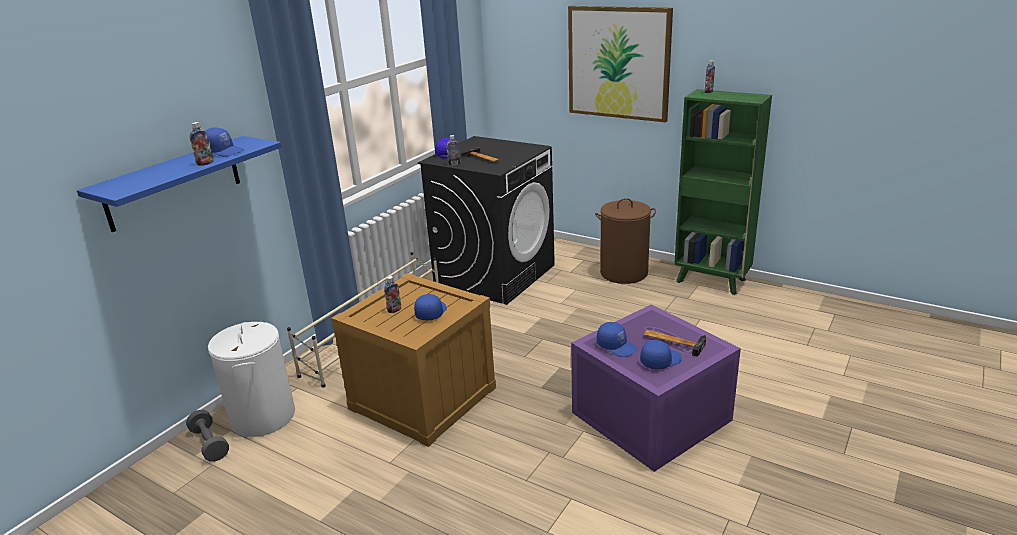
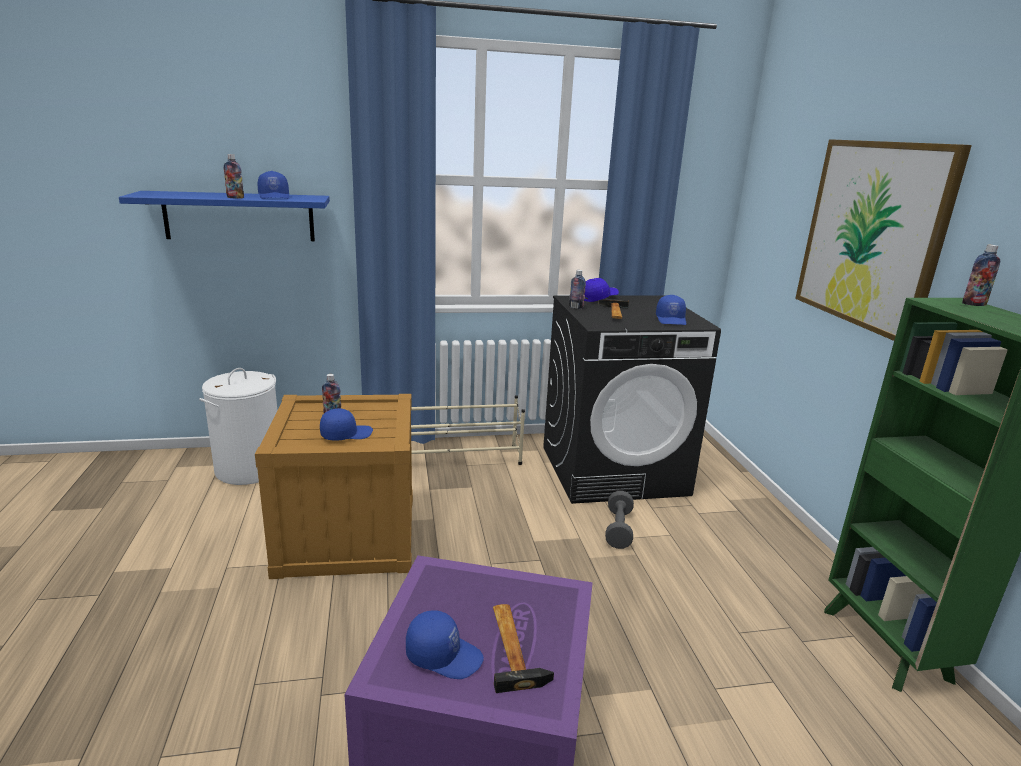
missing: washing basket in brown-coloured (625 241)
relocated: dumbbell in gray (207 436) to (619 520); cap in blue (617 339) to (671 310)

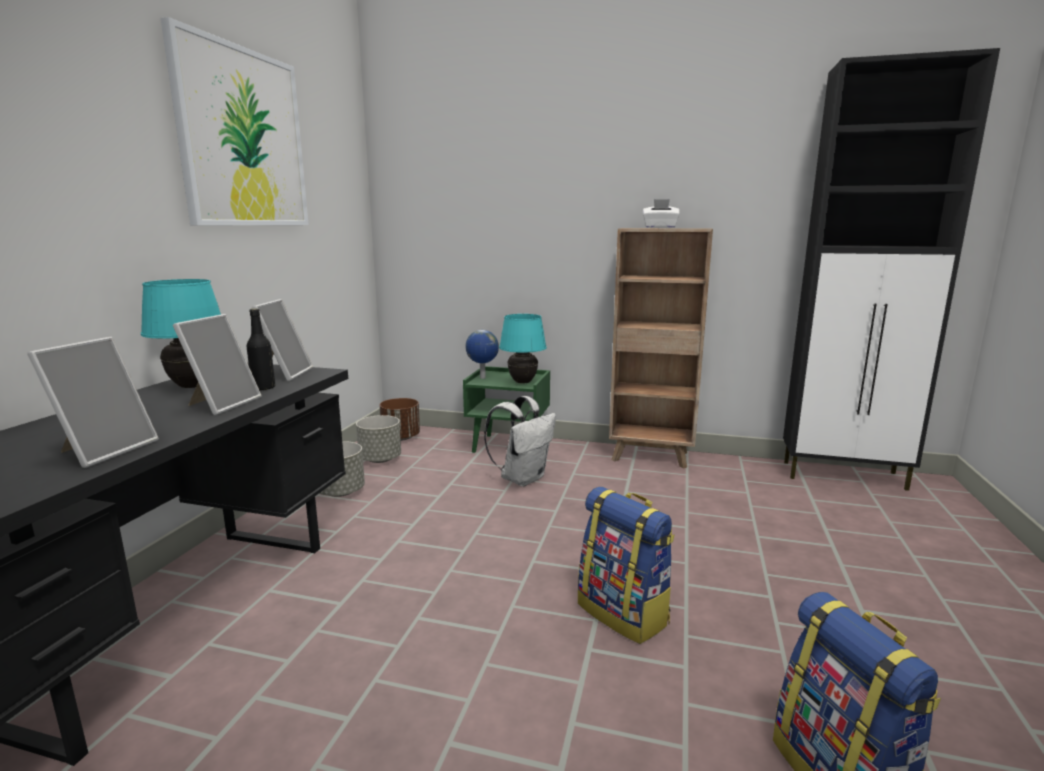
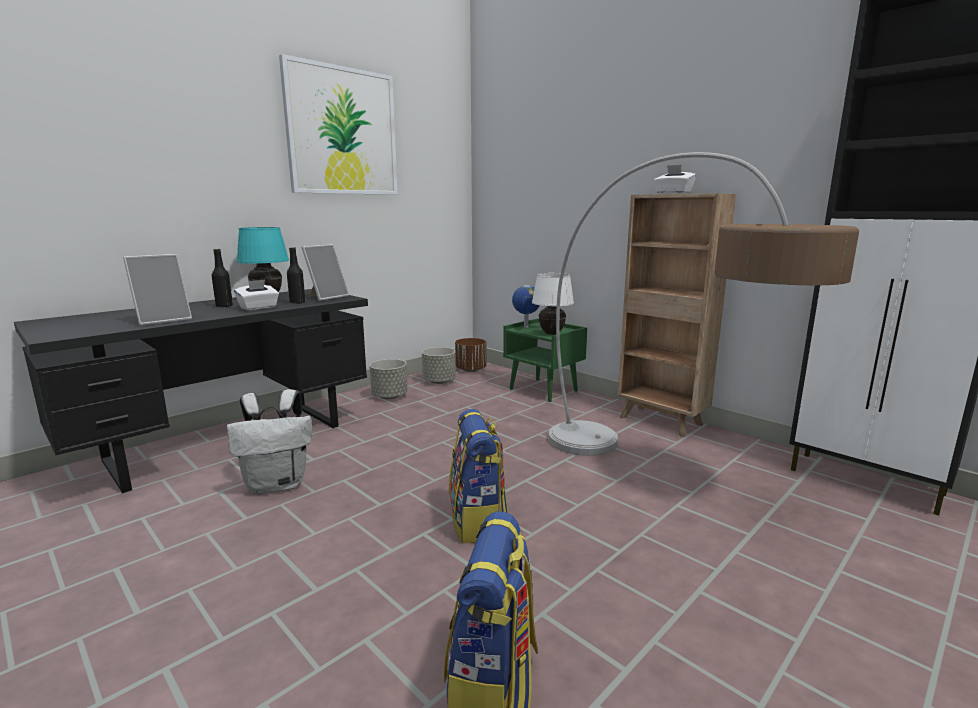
appeared: beverage bottle in black (222 278); standard lamp (703 304)
relocated: backpack in whitish (520 441) to (269 442)
exchanged: photo frame (217 364) to tissue box in whitish (256 294)
colour: lamp for a table in blue-green (523 349) to lamp for a table in whitish (553 304)

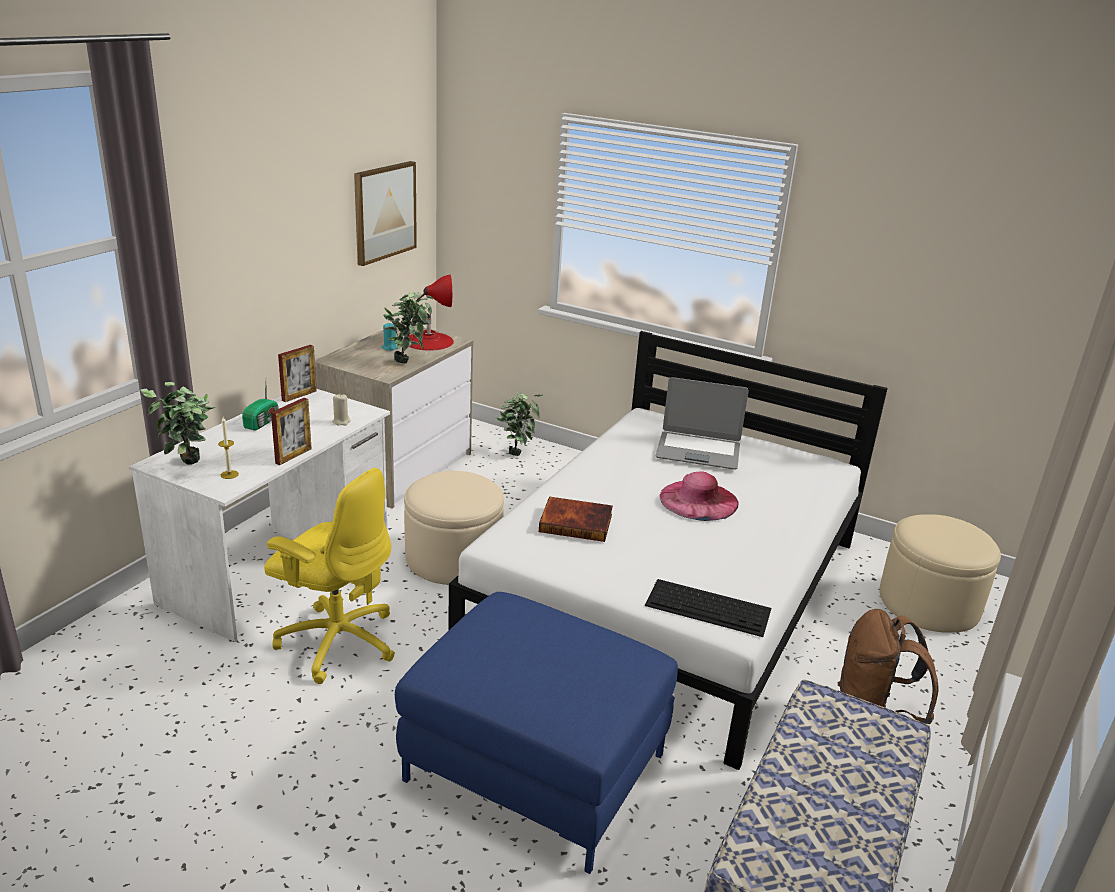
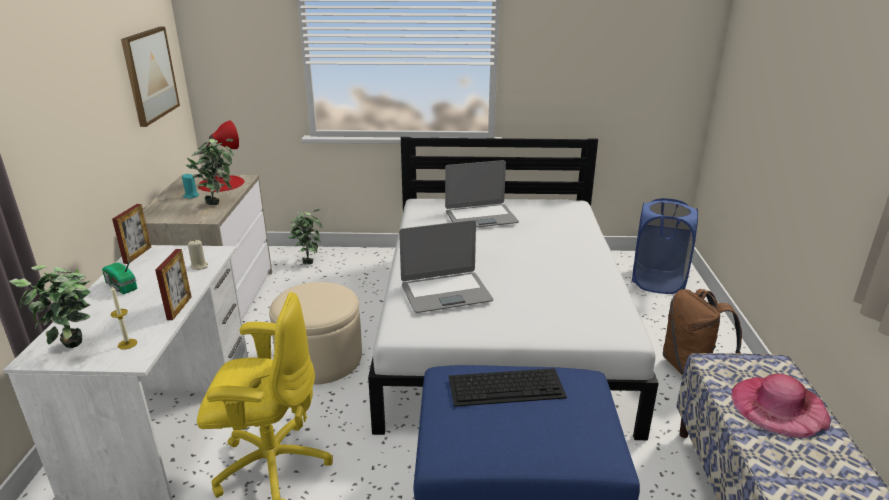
relocated: PC keyboard (708 608) to (507 387); clothing hat in pink-coloured (699 496) to (781 406)
exchanged: book (576 519) to notebook computer (446 266); pouffe in sand-coloured (940 573) to washing basket in blue (665 246)
spun: radio set (260 407) = (119 275) 135 degrees clockwise

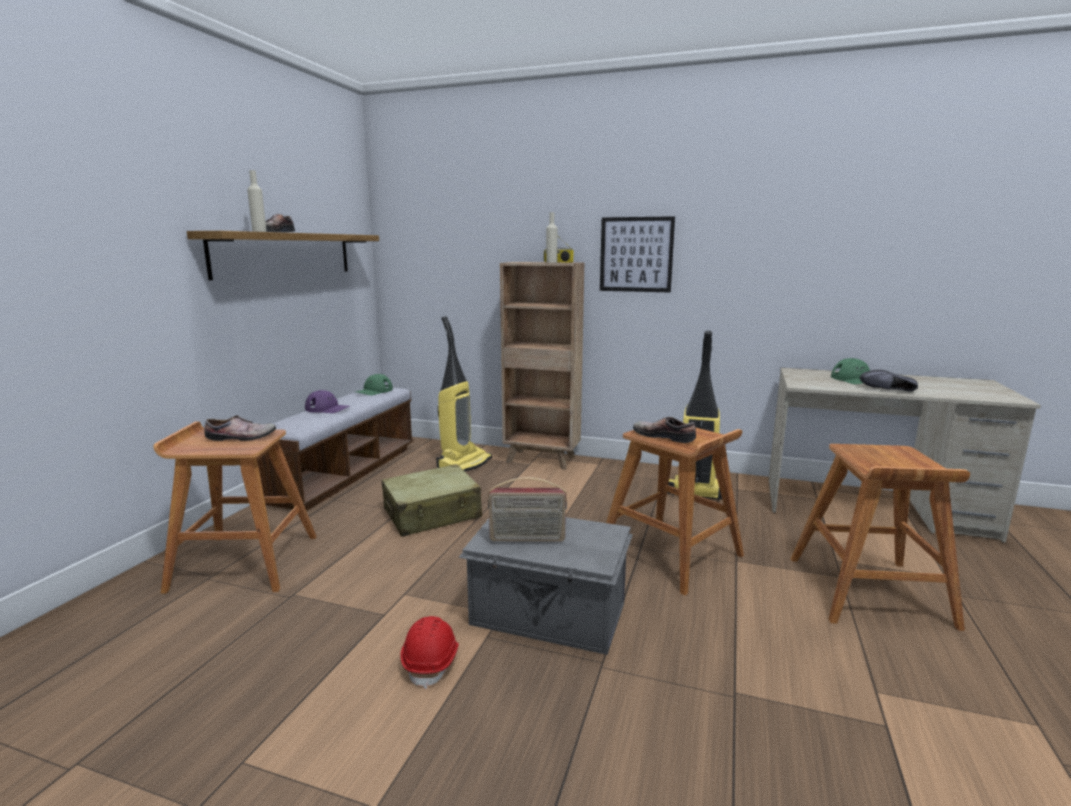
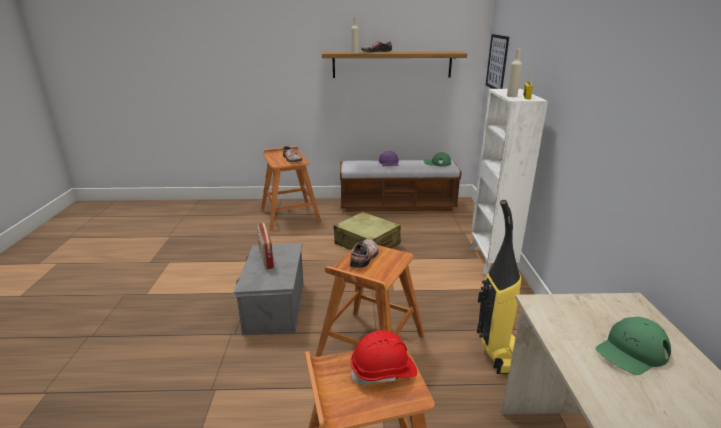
missing: hoover (464 394); shoe in black (889 380)
relocated: hard hat in red-coloured (429 652) to (384 357); wall picture (637 254) to (497 61)
colour: shelving unit in brown-coloured (542 366) to shelving unit in whitish (508 182)

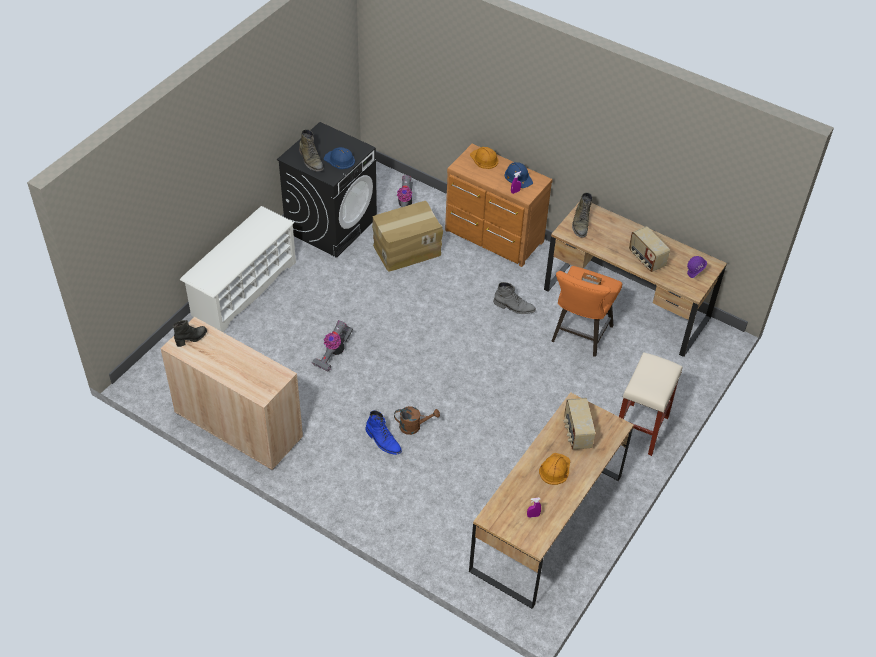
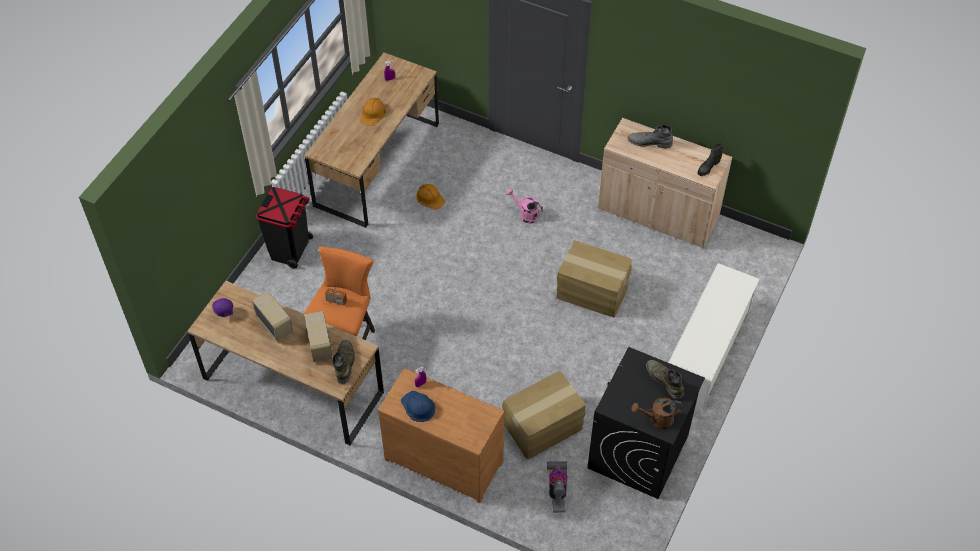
missing: hard hat in blue (339 158)
relocated: radio set (579 424) to (318 336); hard hat in orangey (484 158) to (430 197); boot in gray (514 298) to (650 136); sprinkling can in brown-coloured (417 420) to (656 413)
exchanged: sitting stool in sand-coloured (651 404) to trash can in black (284 228); boot in blue (383 432) to sprinkling can in pink-coloured (524 206); hoover (332 346) to cardboard box (594 278)

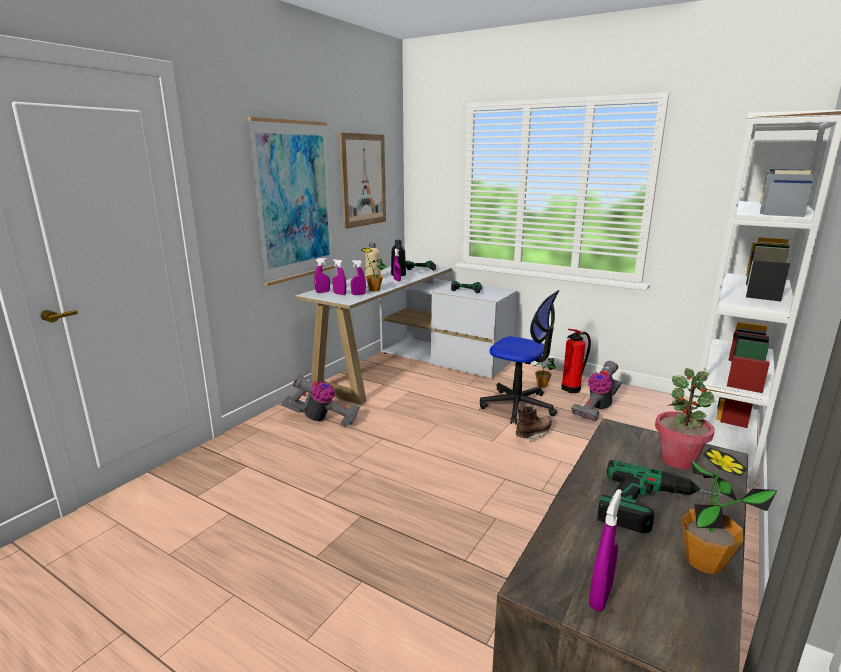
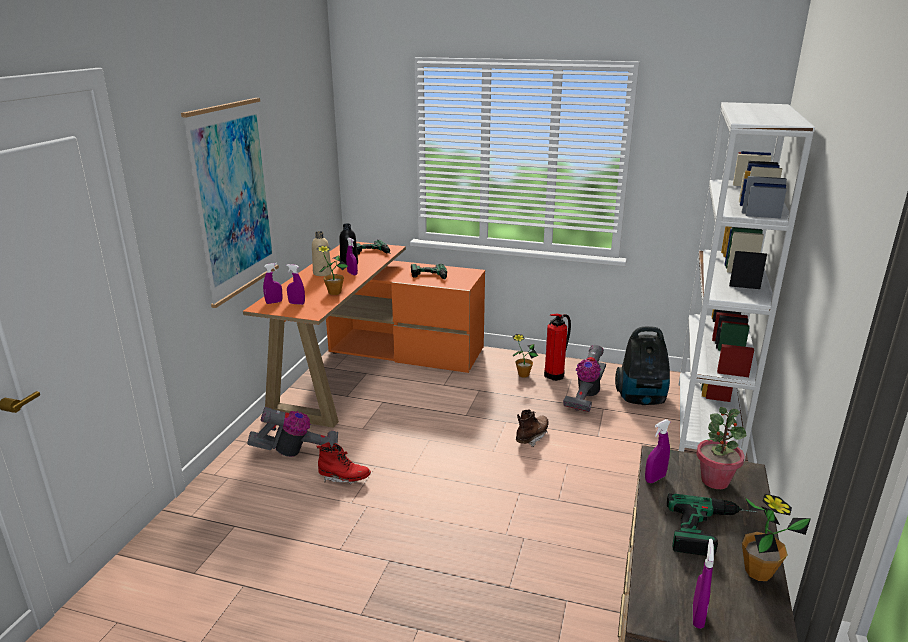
missing: wall picture (362 181); computer chair (520 357)
appeared: boot in red-coloured (343 463); hoover (642 365)
relocated: hand sprayer in purple (358 277) to (658 451)
colour: desk unit in whitish (406 335) to desk unit in orangey (364 335)

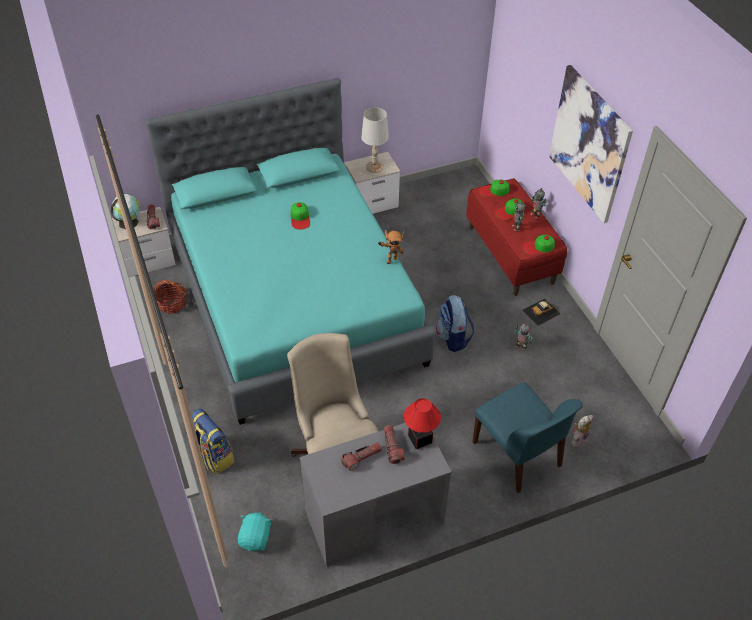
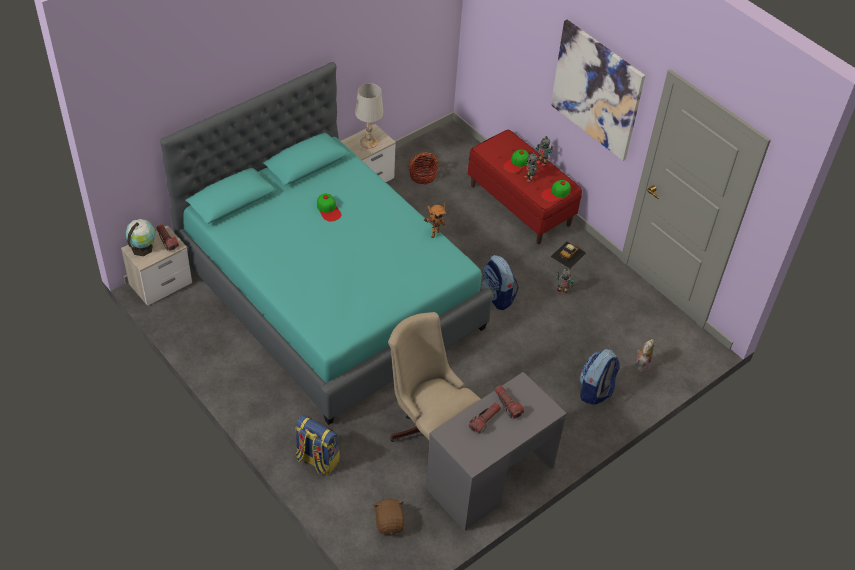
missing: lamp for a table (422 423); cap (494 188)
relocated: storage basket (169 297) to (423 168)
exchanged: upright chair in blue (528 437) to backpack (600 377)
colour: cuddly toy in blue-green (255 531) to cuddly toy in brown-coloured (389 516)

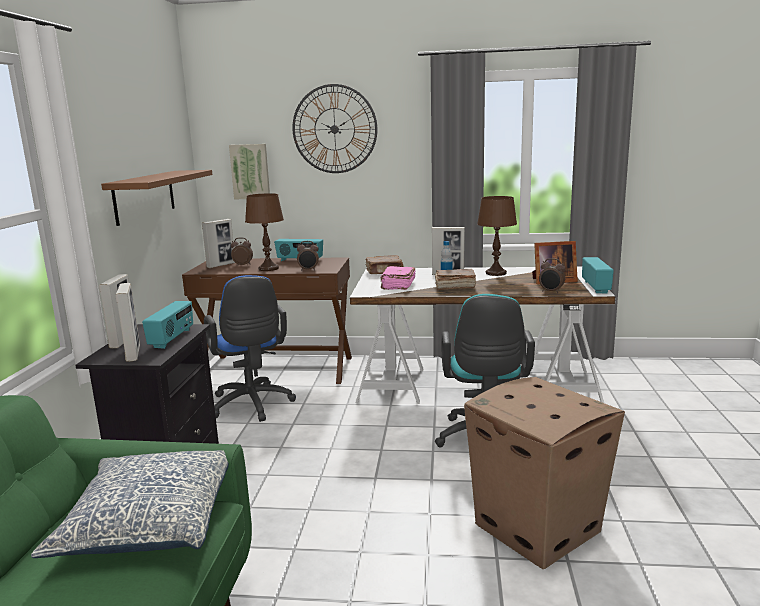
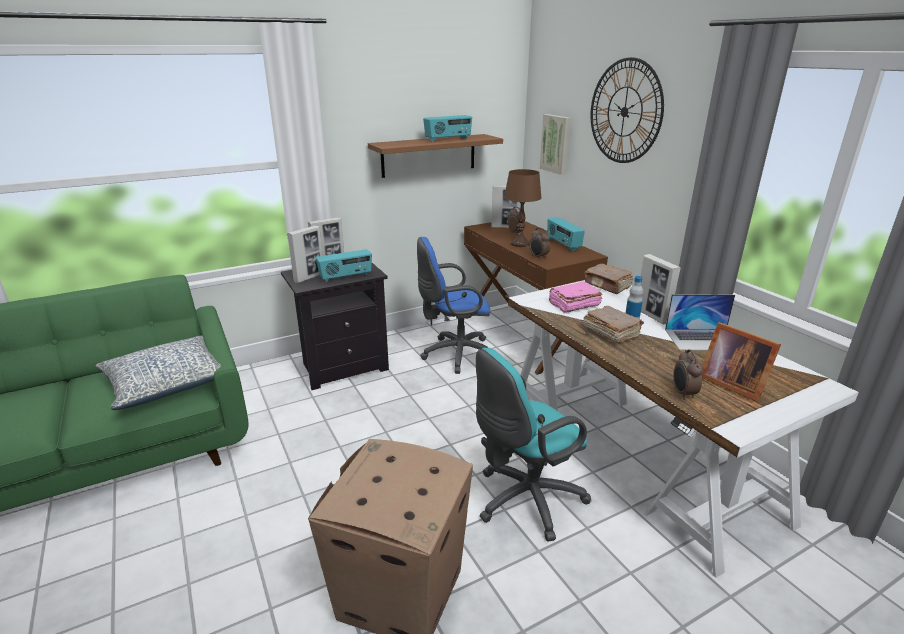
relocated: radio set (598 275) to (447 128)
exchanged: lamp for a table in brown-coloured (497 236) to notebook computer (700 322)
spun: computer chair in blue (250 348) = (453 305) 45 degrees clockwise

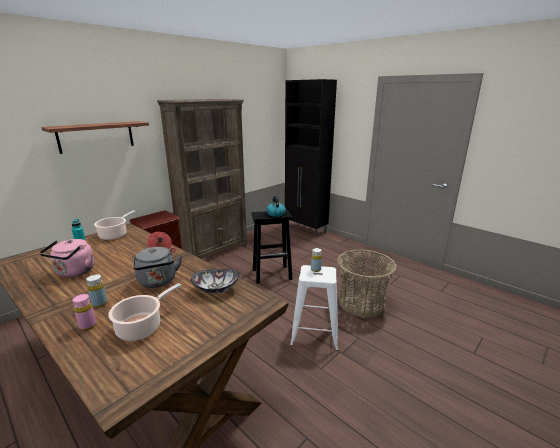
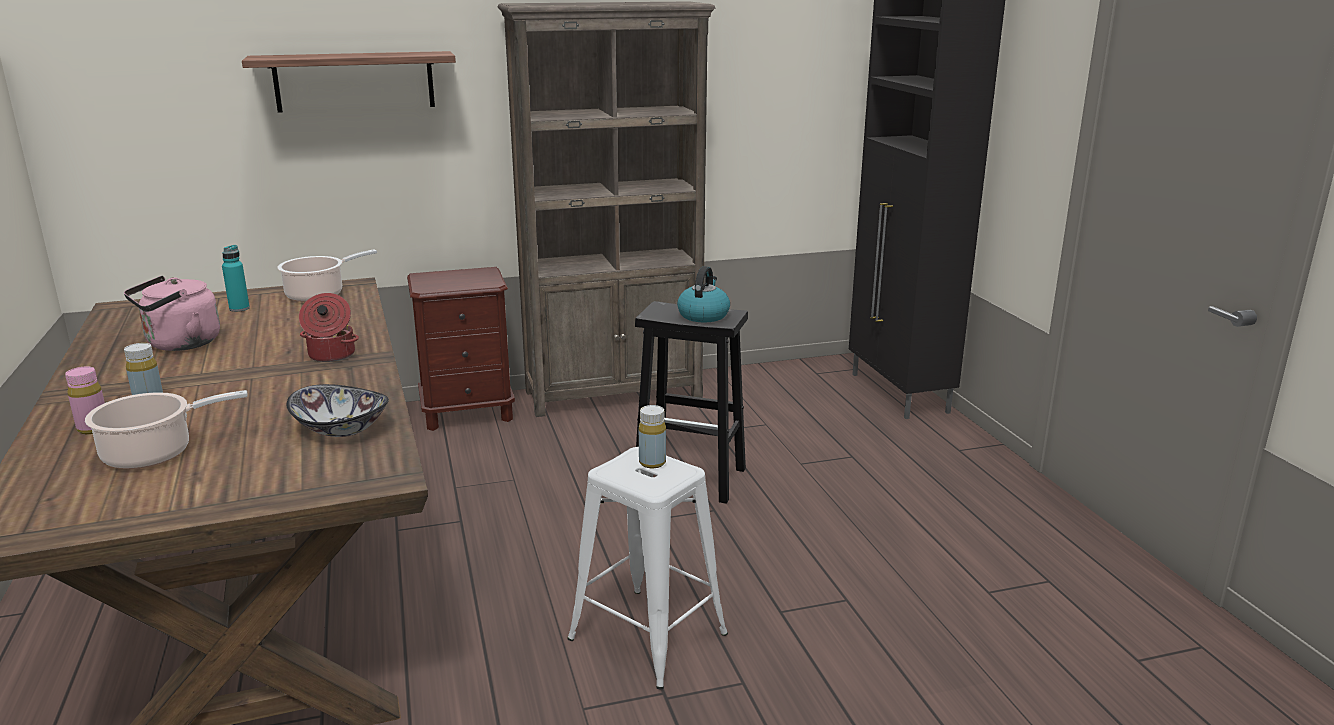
missing: water kettle in gray (157 267); storage basket (367 283)

